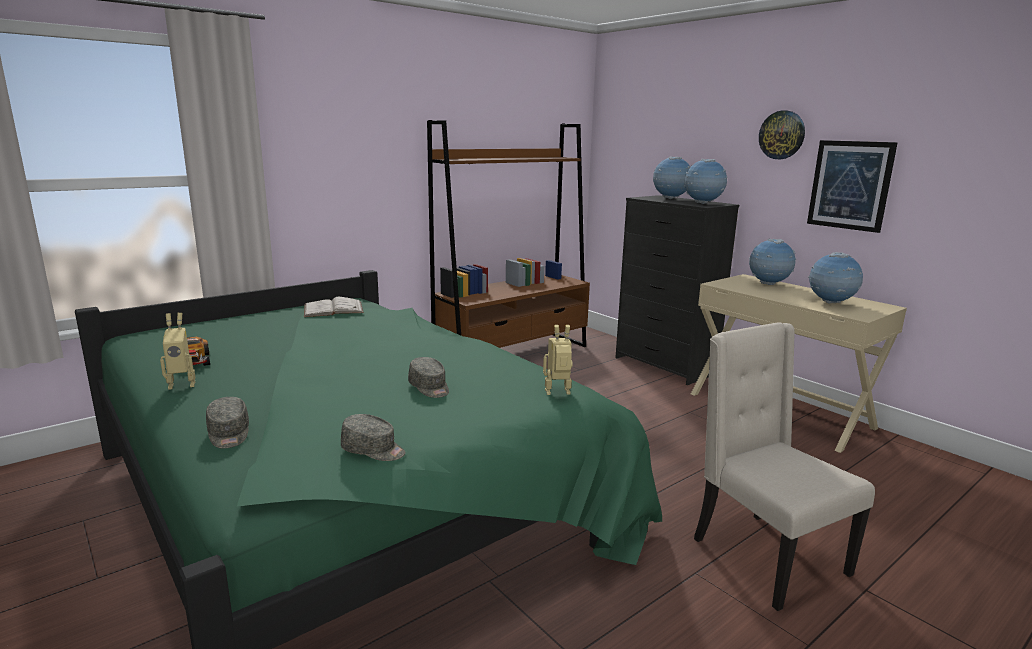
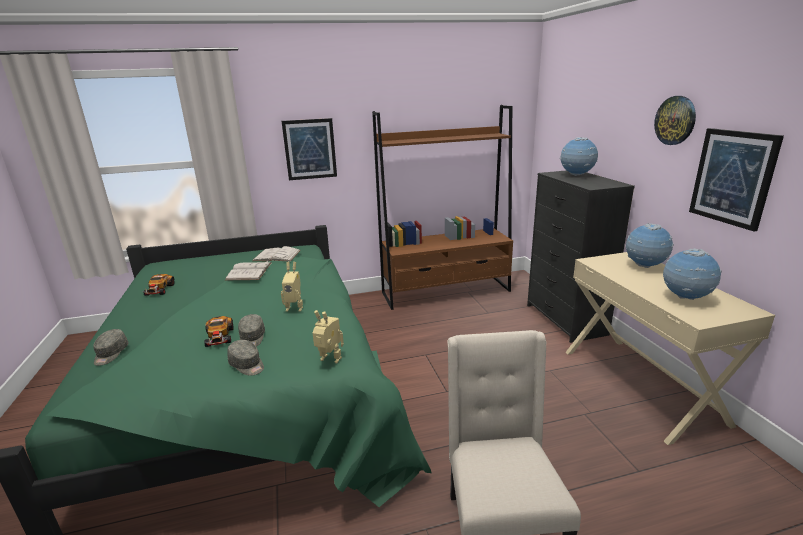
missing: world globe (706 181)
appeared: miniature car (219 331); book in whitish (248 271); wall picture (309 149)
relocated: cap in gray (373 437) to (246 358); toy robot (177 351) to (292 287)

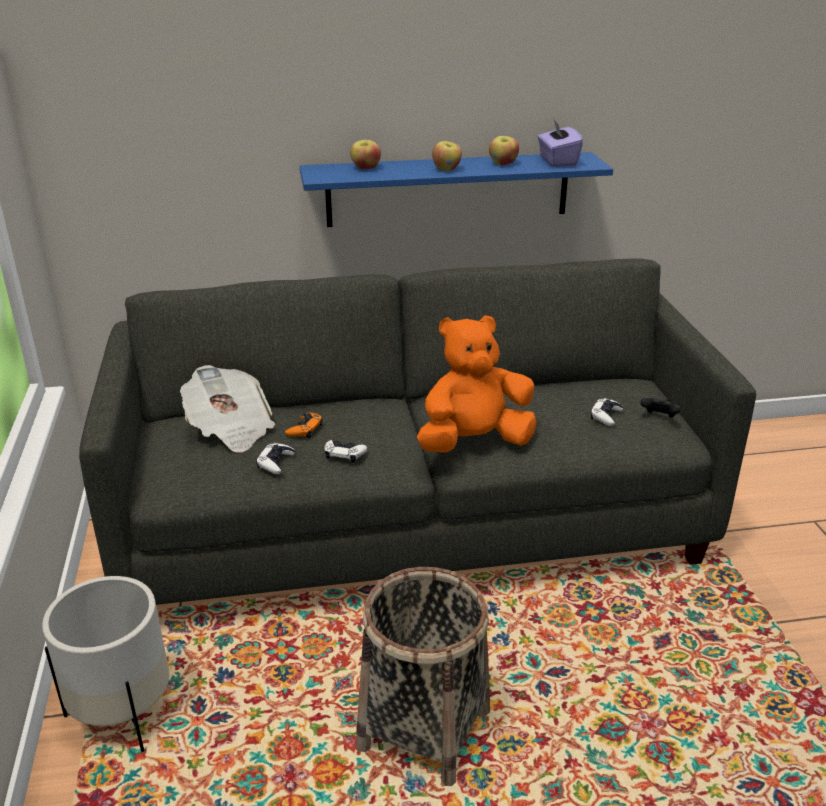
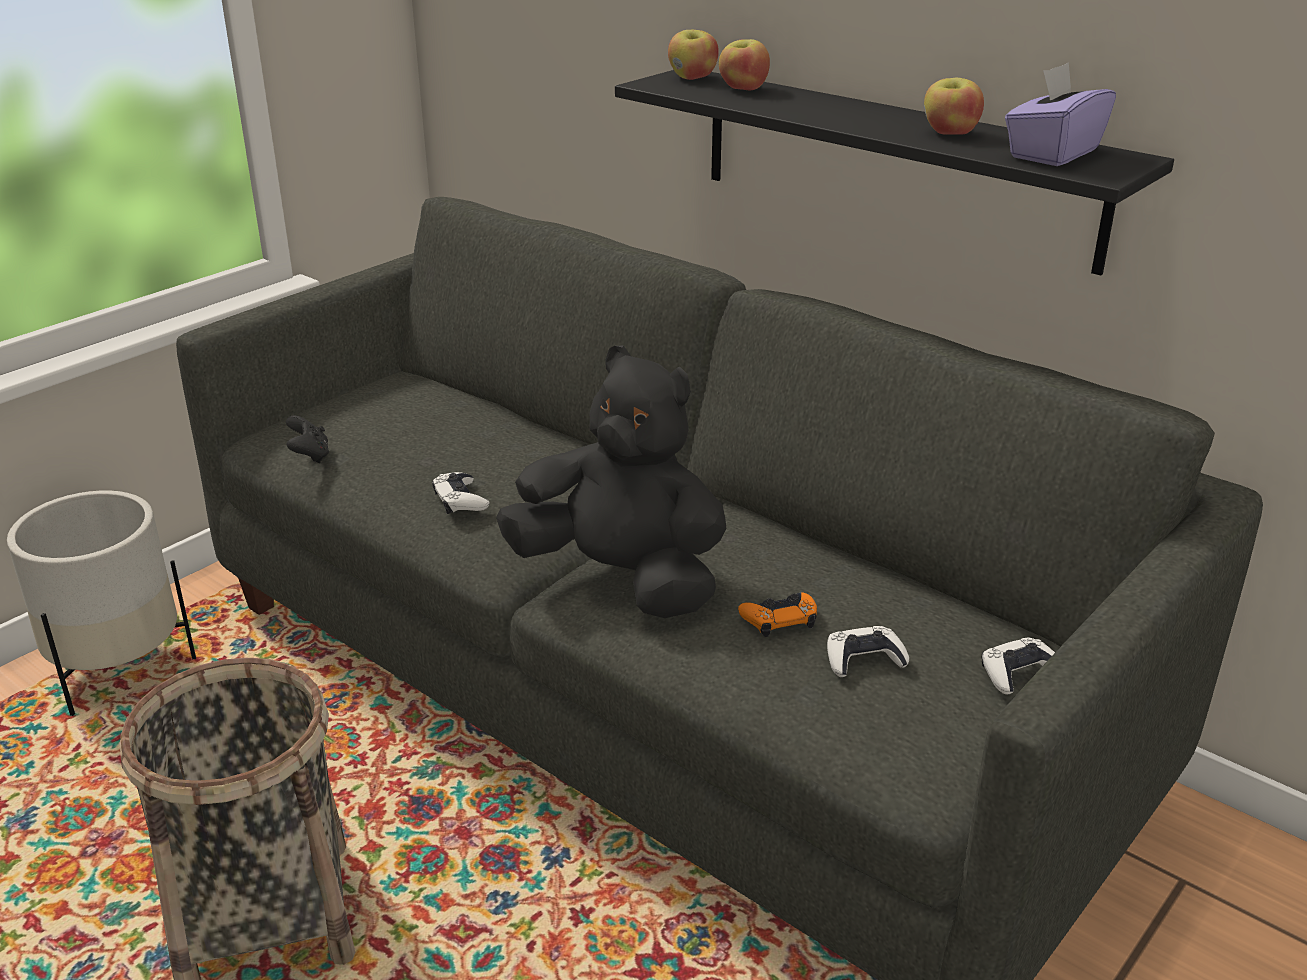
missing: daily paper (227 409)
relocated: gamepad in black (660 407) to (307 439); apple fruit (447 156) to (693 55); gamepad in orangey (304 425) to (777 614); gamepad in whitish (275 458) to (1018 666)
colour: cuddly toy in orangey (477 384) to cuddly toy in black (611 482); shelf in blue (456 189) to shelf in black (894 173)

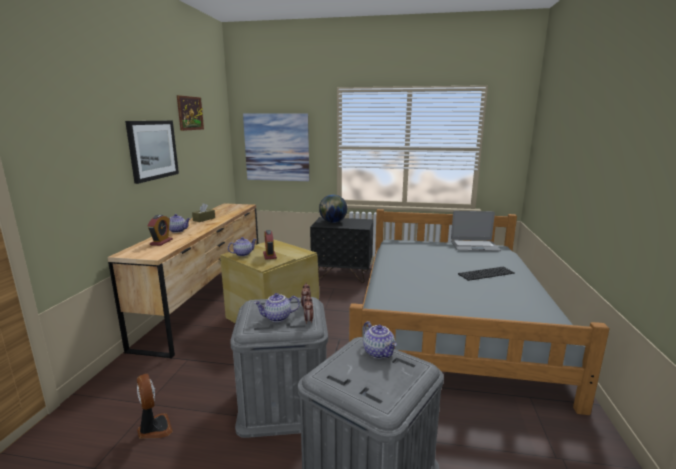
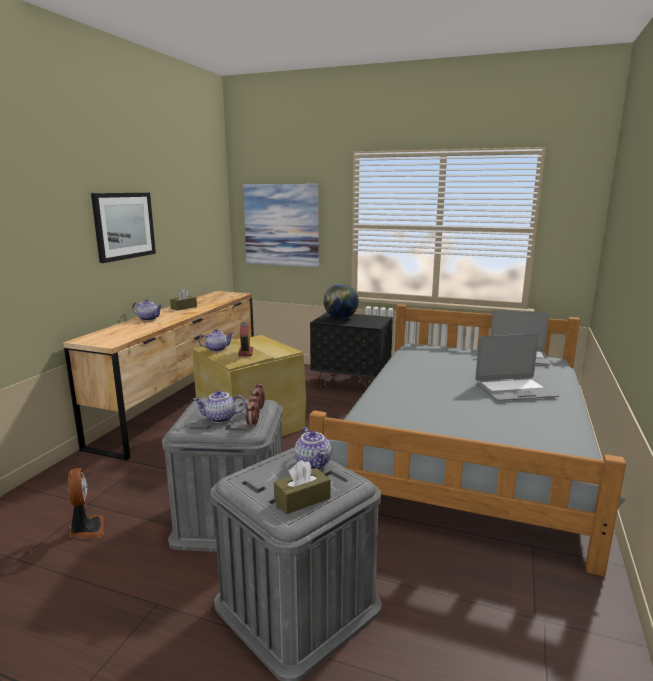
missing: table clock (160 230); wall picture (190 113)
appeared: tissue box in brown-coloured (302 487)
exchanged: PC keyboard (486 274) to notebook computer (517 367)

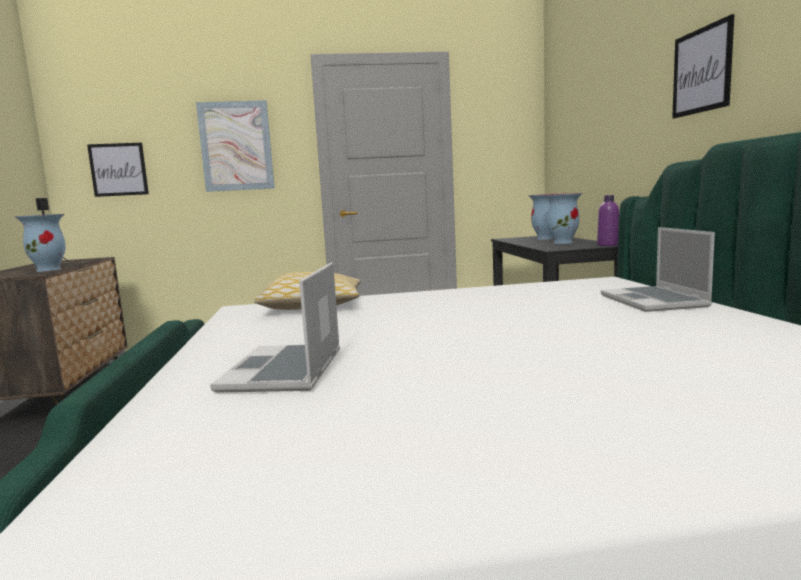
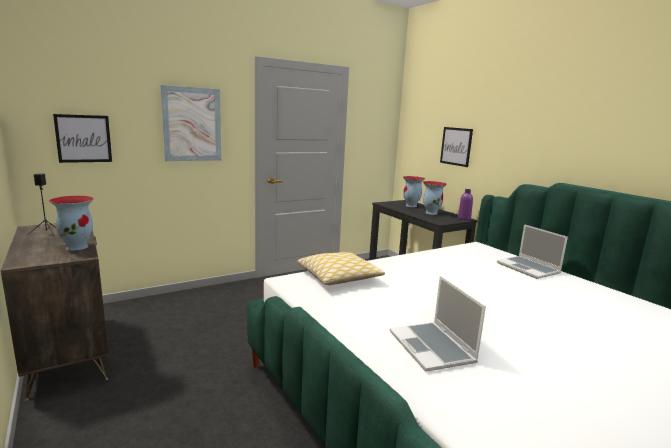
relocated: wall picture (703 66) to (456 147)

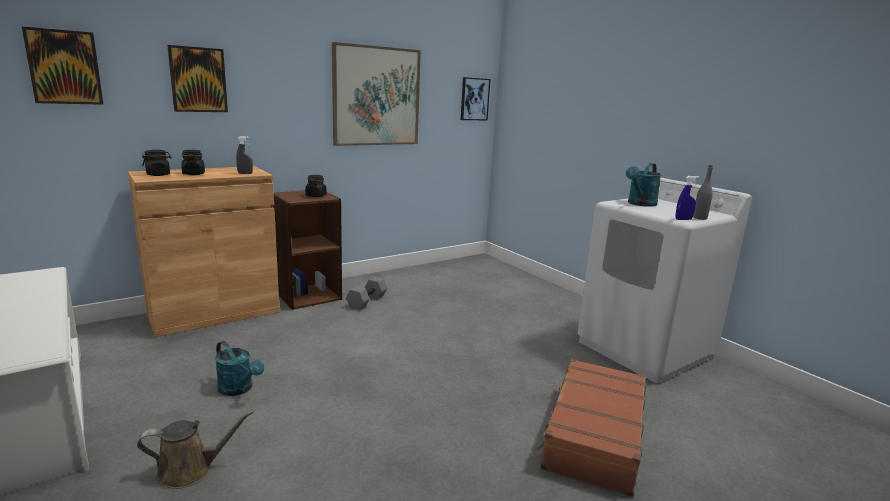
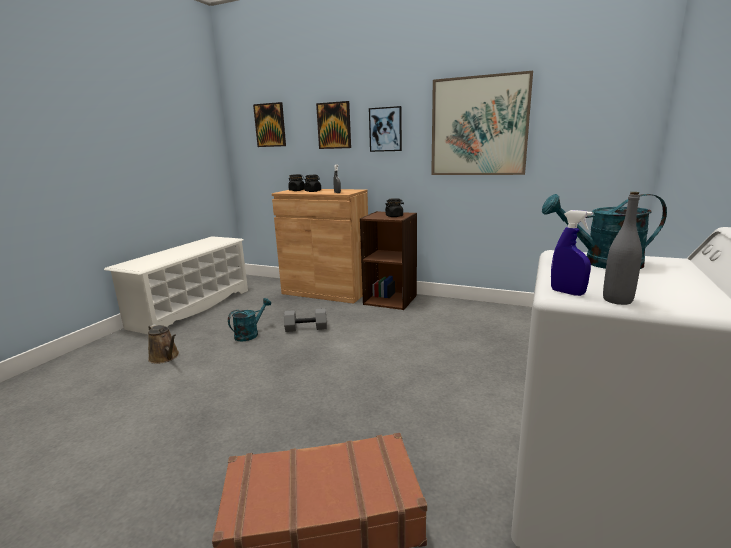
relocated: dumbbell in gray (366 293) to (305 320); wall picture (475 98) to (385 129)
spun: sprinkling can in blue-green (239 368) = (249 319) 150 degrees counterclockwise

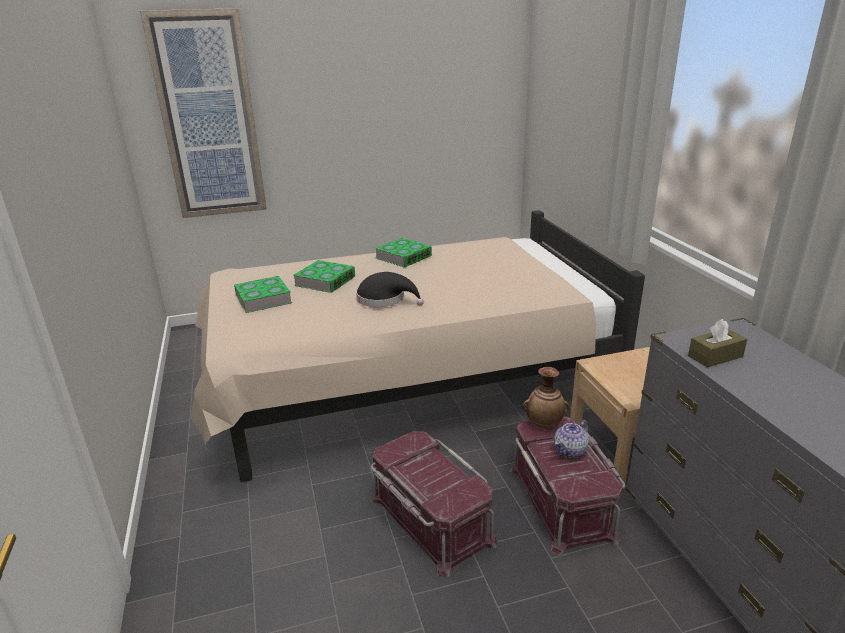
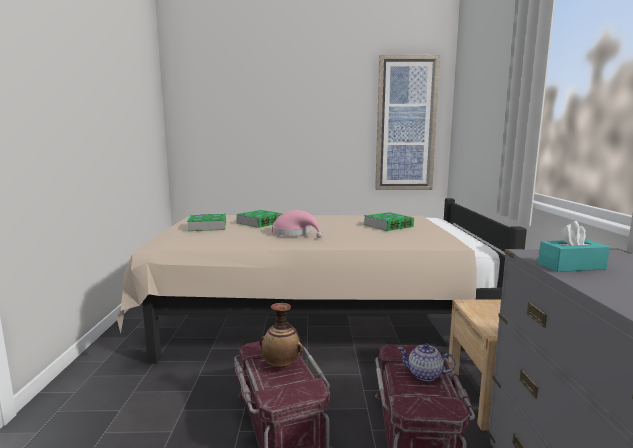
relocated: decorative vase (545 397) to (281 335); book (403 253) to (389 221); wall picture (203 113) to (407 122)
colour: clothing hat in black (390 289) to clothing hat in pink-coloured (297 224); tissue box in brown-coloured (717 343) to tissue box in blue-green (574 246)
spun: pot for tea (571 439) = (427 362) 45 degrees clockwise

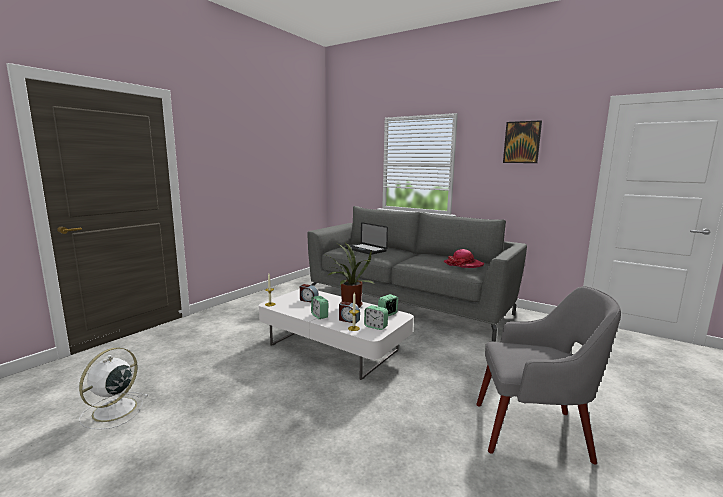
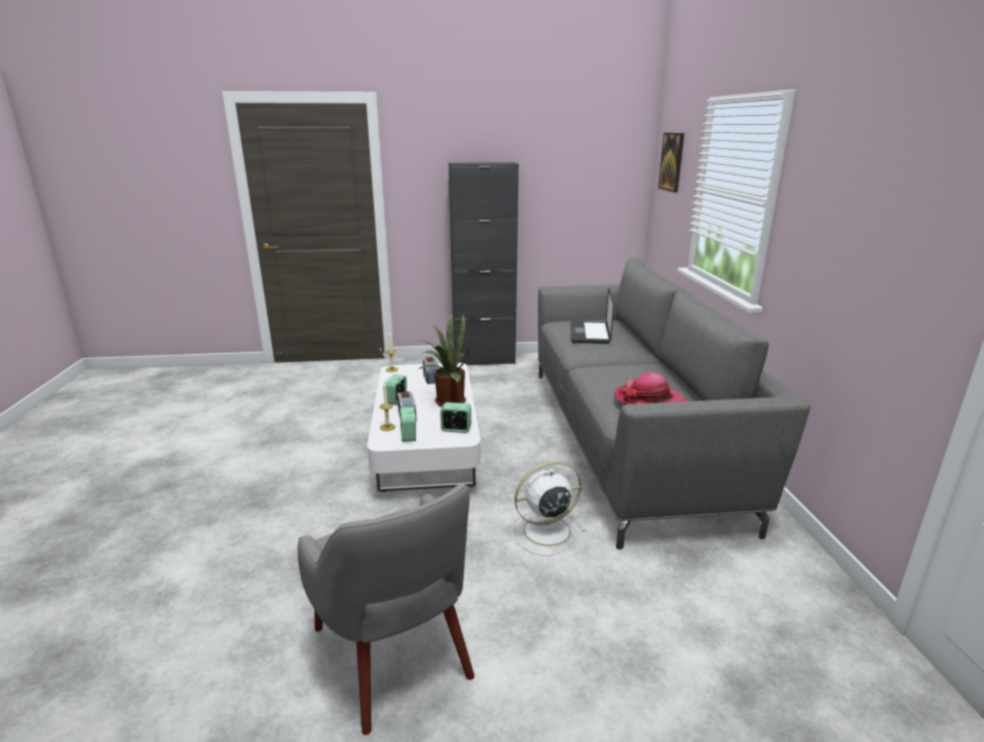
appeared: cupboard in black (484 263)
relocated: fan in whitish (114 389) to (548 508); wall picture (522 141) to (671 163)

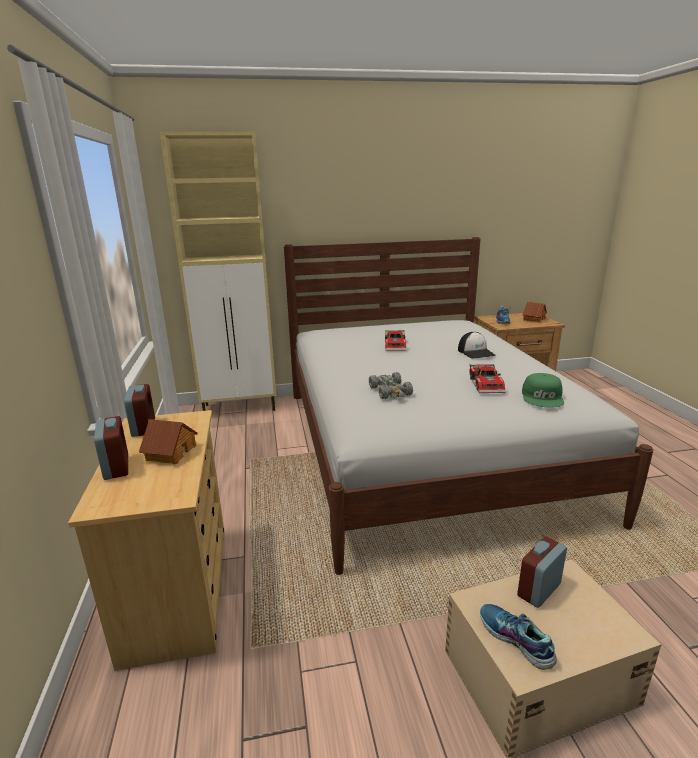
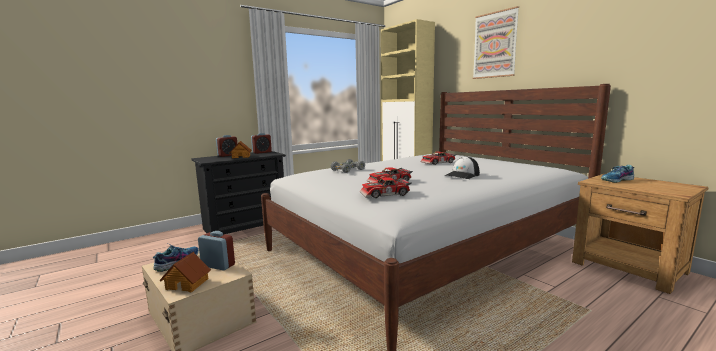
appeared: wall picture (496 42)
relocated: toy house (535 312) to (185 272)
exchanged: cap in green (543 390) to miniature car (386 187)
colour: drawer chest in sand-coloured (146 540) to drawer chest in black (238 192)

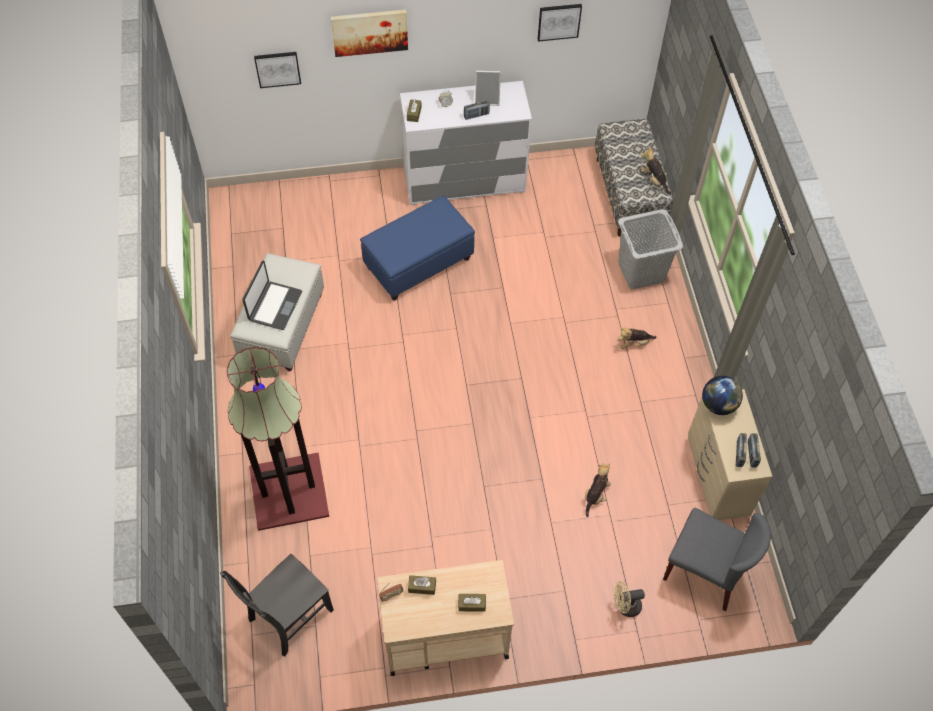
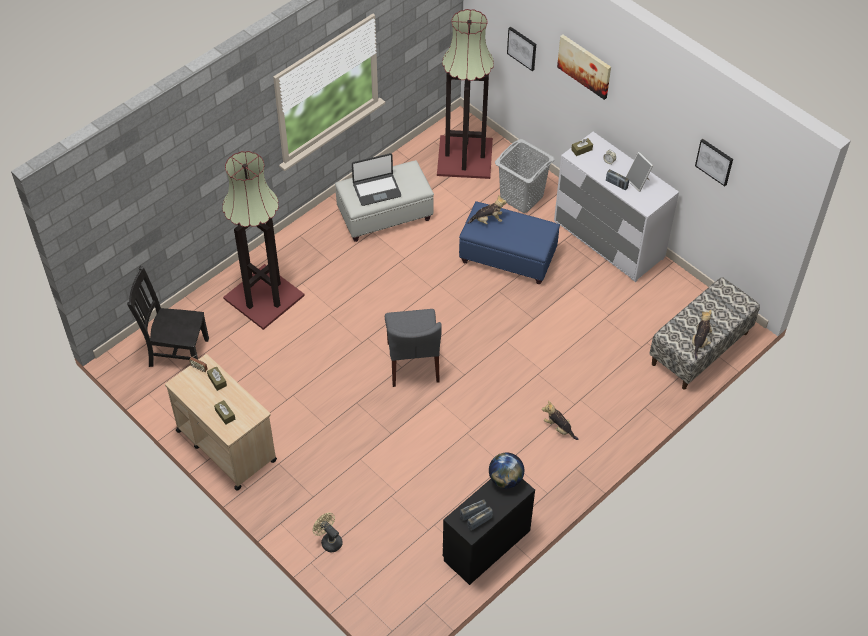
appeared: standard lamp (465 94)
relocated: upright chair in gray (717 559) to (413 348); cuddly toy (598 490) to (487 210); washing basket in gray (650 249) to (525 176)
colour: drawer chest in sand-coloured (730 454) to drawer chest in black (489 532)

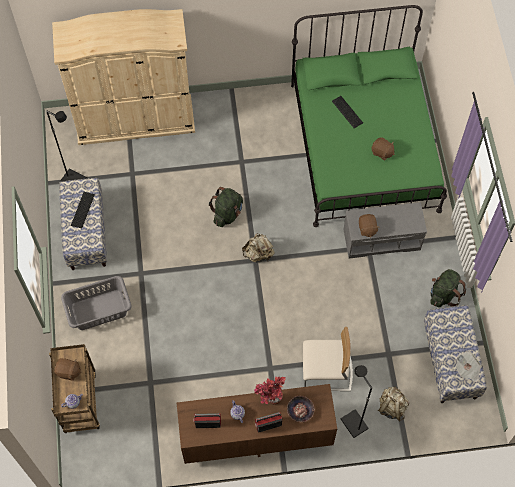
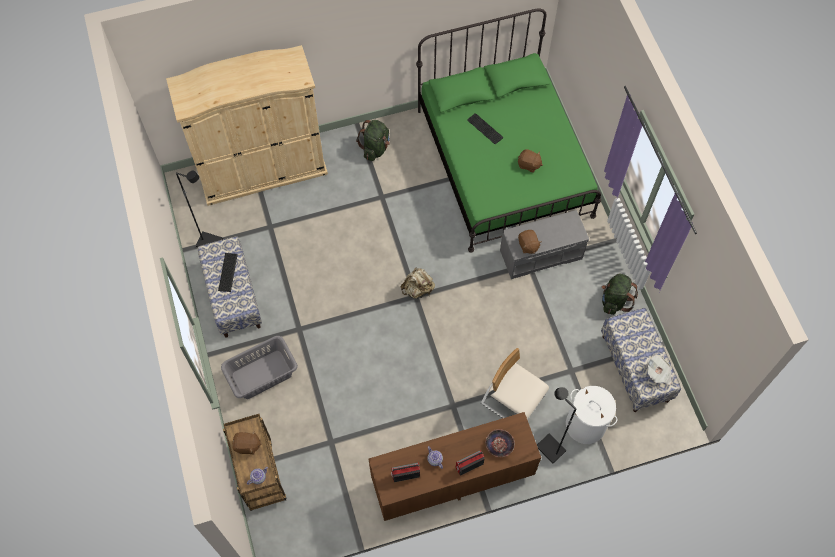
missing: houseplant (270 390)
relocated: backpack in green (226 207) to (373 140)
exchanged: backpack in sand-coloured (393 403) to washing basket in whitish (591 415)
spun: upright chair in sand-coloured (328 359) = (515 383) 135 degrees counterclockwise

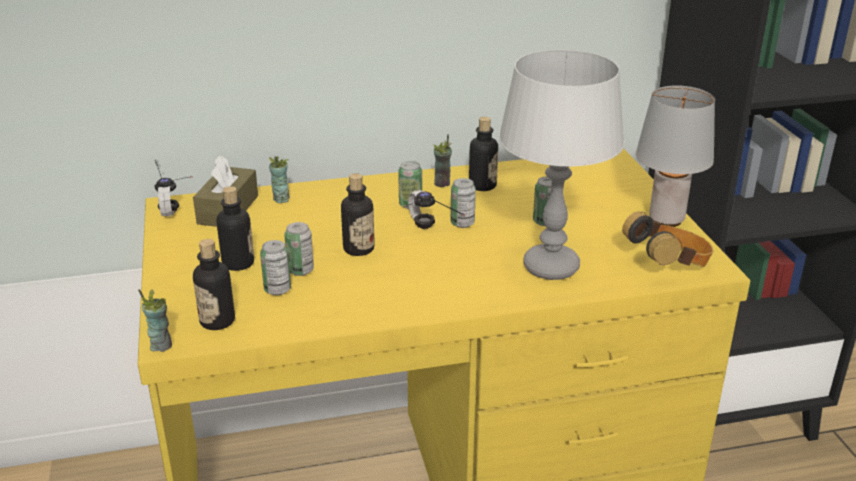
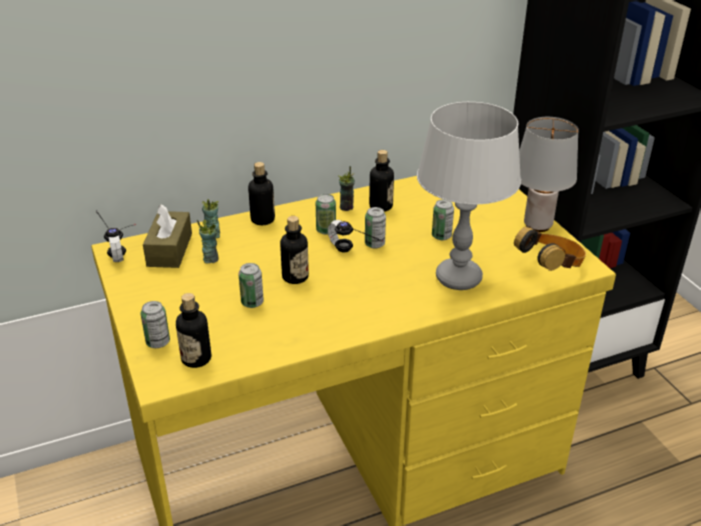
relocated: can (275 267) to (155 324); small cup (155 320) to (208 241); beverage bottle (235 228) to (261 193)

